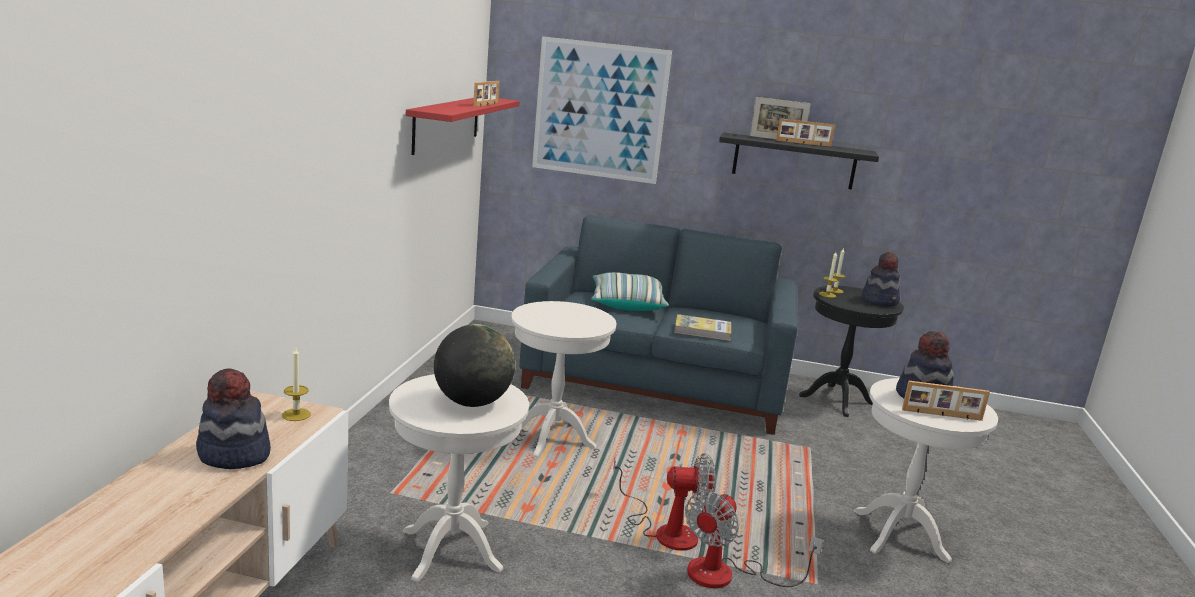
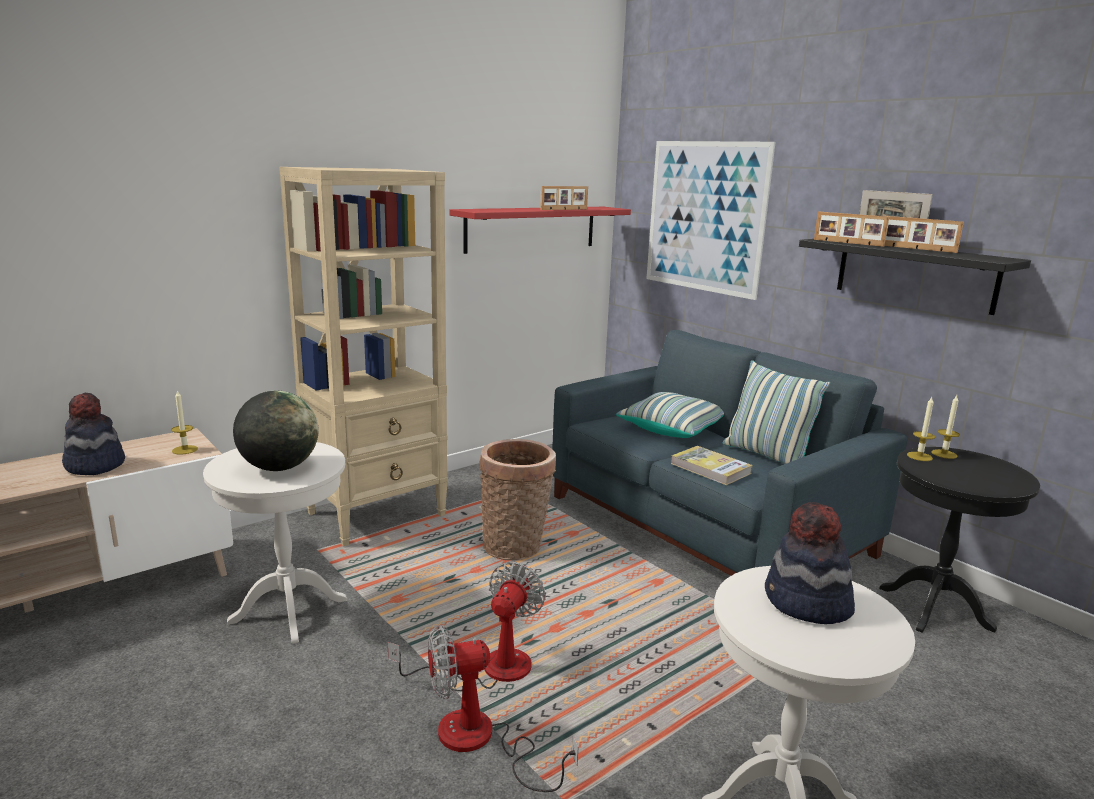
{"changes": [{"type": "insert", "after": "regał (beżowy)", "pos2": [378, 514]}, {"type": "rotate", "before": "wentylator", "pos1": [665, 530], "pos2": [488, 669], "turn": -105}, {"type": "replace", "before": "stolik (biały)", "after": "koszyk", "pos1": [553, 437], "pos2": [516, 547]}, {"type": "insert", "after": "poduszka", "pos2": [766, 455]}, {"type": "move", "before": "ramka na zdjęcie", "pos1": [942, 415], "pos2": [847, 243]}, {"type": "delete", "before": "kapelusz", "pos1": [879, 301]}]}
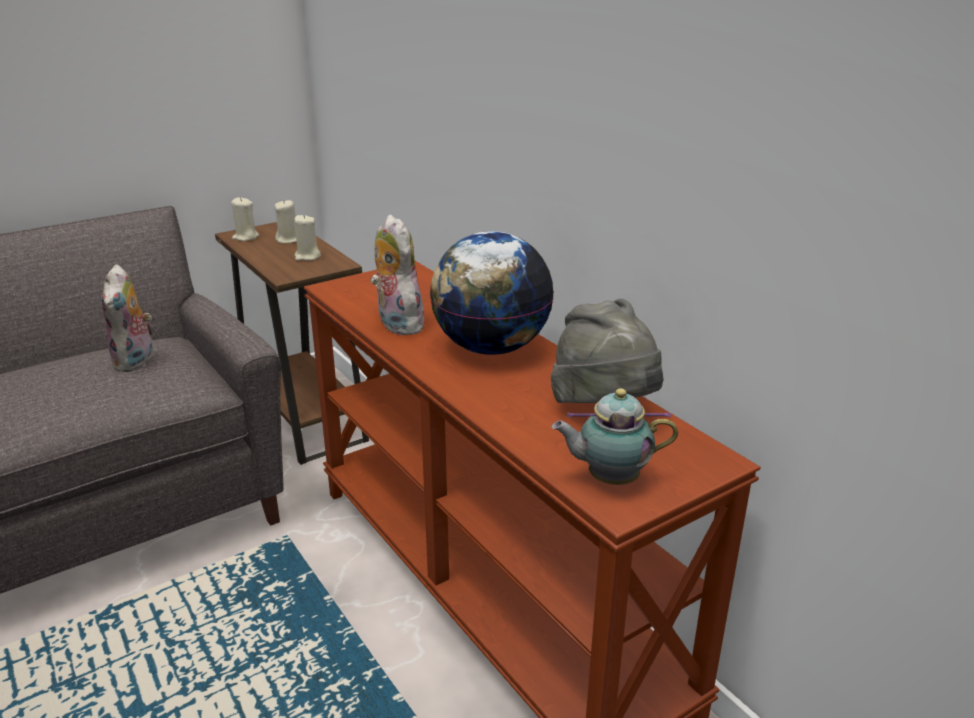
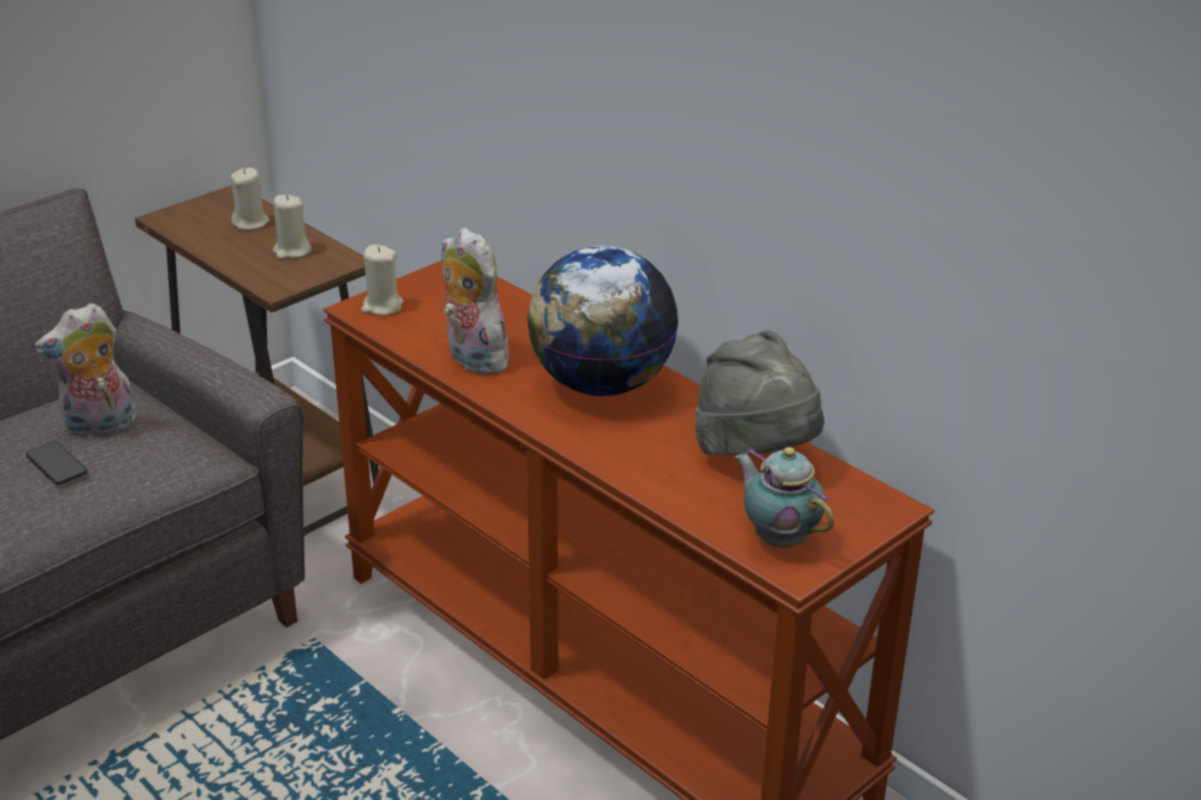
{"changes": [{"type": "insert", "after": "telefon", "pos2": [56, 464]}, {"type": "rotate", "before": "pluszak", "pos1": [136, 362], "pos2": [99, 428], "turn": 75}, {"type": "move", "before": "świeca (beżowy)", "pos1": [245, 237], "pos2": [382, 307]}, {"type": "rotate", "before": "imbryk", "pos1": [609, 479], "pos2": [778, 539], "turn": 60}]}
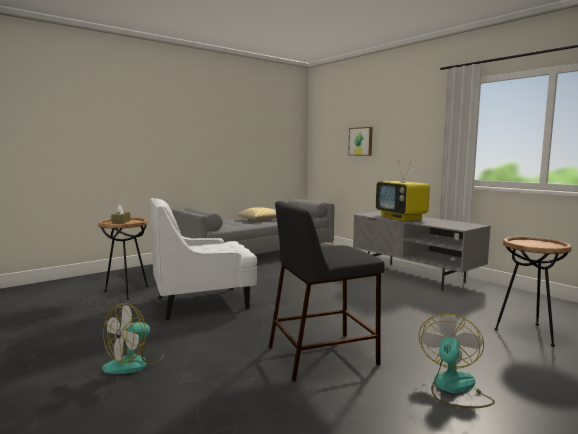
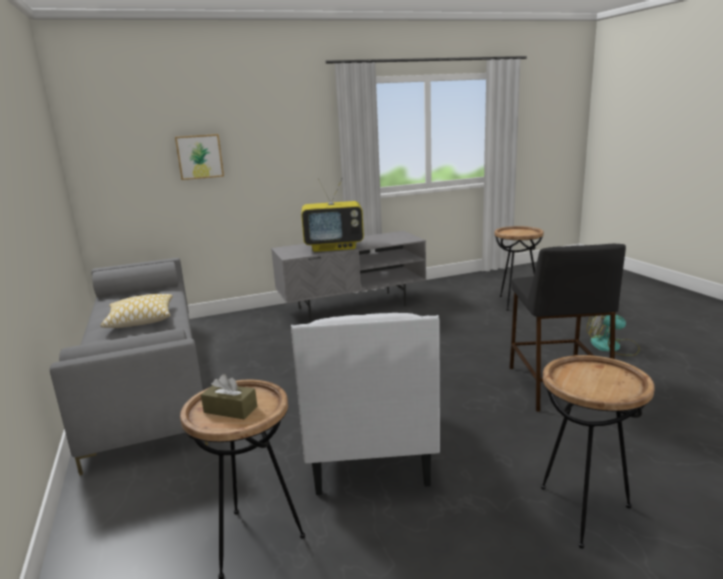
{"changes": [{"type": "replace", "before": "wentylator", "after": "stolik (brązowy)", "pos1": [134, 363], "pos2": [583, 512]}]}
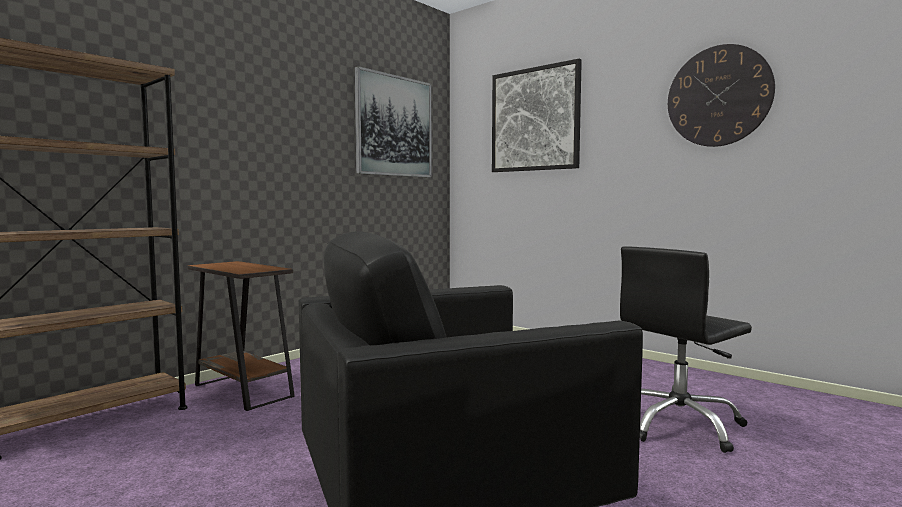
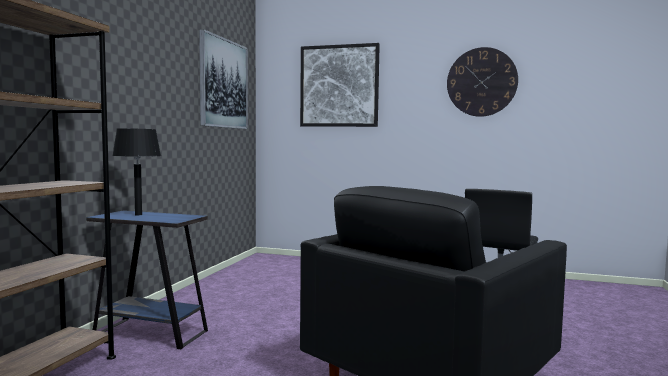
{"changes": [{"type": "recolor", "before": "stolik (brązowy)", "after": "stolik (niebieski)", "pos1": [243, 391], "pos2": [150, 333]}, {"type": "insert", "after": "lampa stołowa (czarny)", "pos2": [138, 214]}]}
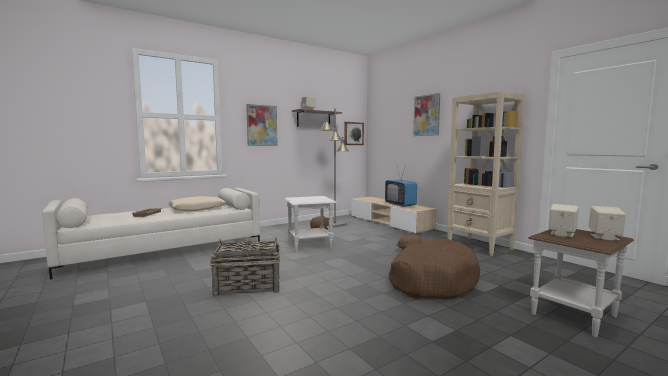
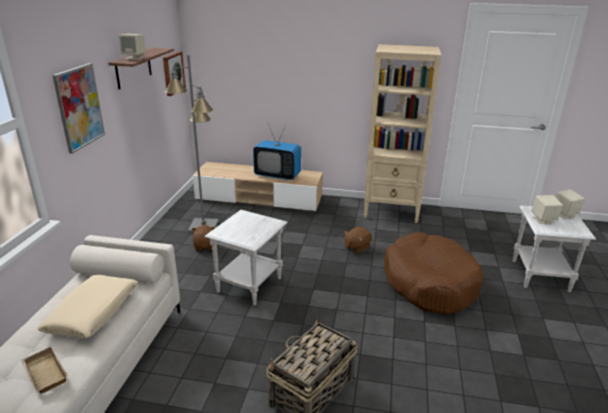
{"changes": [{"type": "recolor", "before": "stolik (brązowy)", "after": "stolik (biały)", "pos1": [573, 315], "pos2": [540, 276]}, {"type": "delete", "before": "obraz", "pos1": [426, 115]}]}
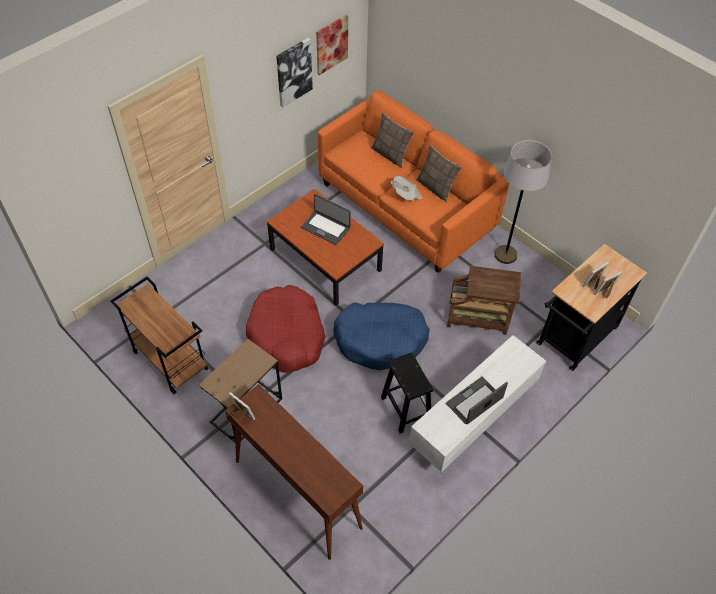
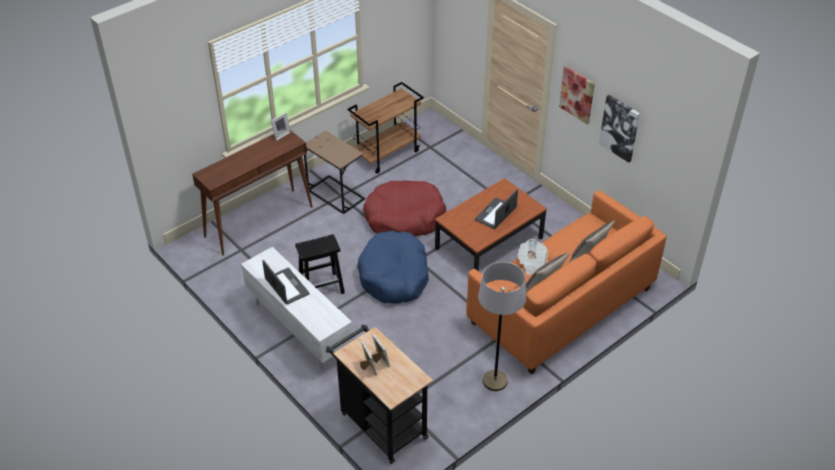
{"changes": [{"type": "move", "before": "obraz", "pos1": [331, 44], "pos2": [577, 94]}, {"type": "delete", "before": "stolik (brązowy)", "pos1": [479, 318]}]}
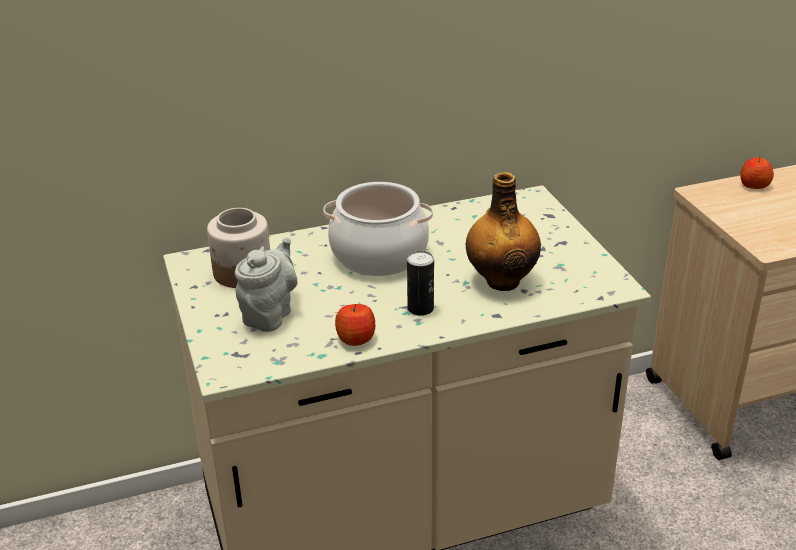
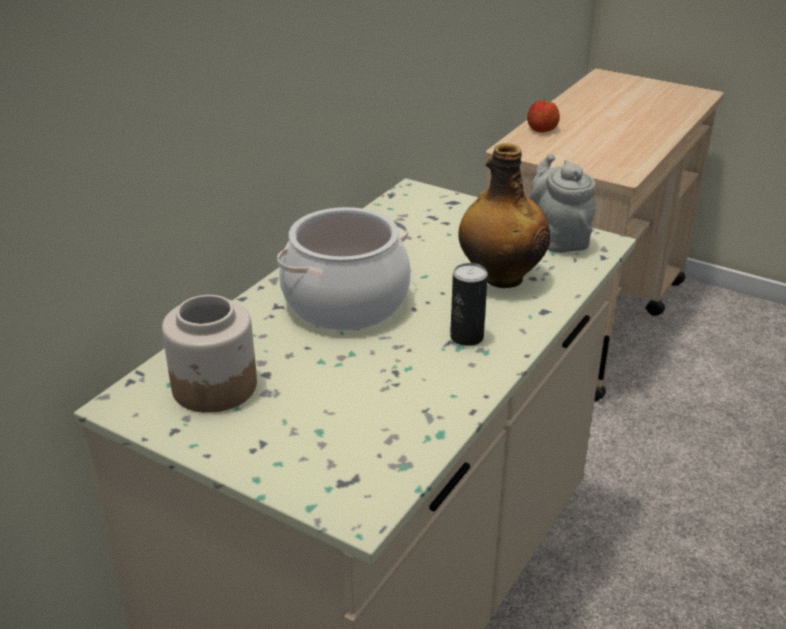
{"changes": [{"type": "move", "before": "imbryk (szary)", "pos1": [269, 314], "pos2": [558, 238]}, {"type": "delete", "before": "jabłko", "pos1": [355, 338]}]}
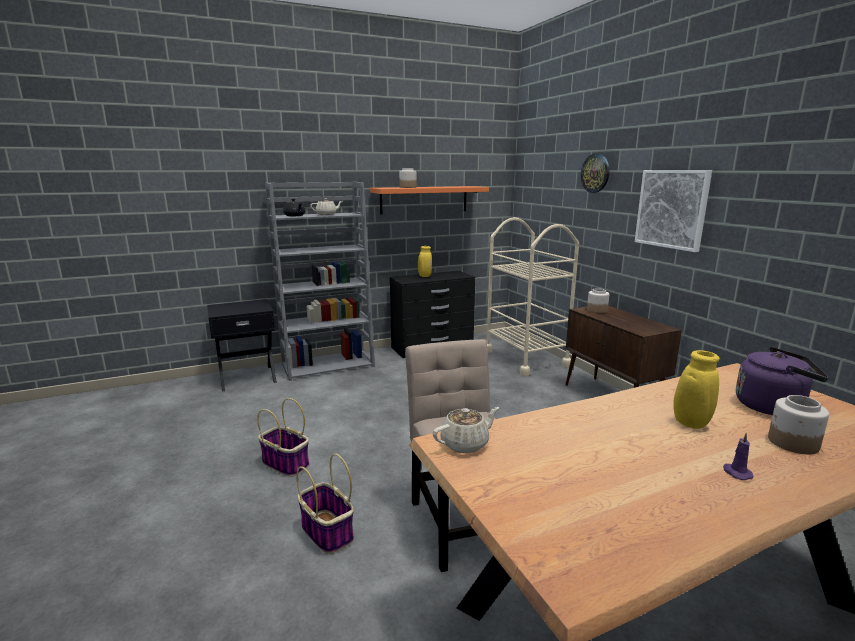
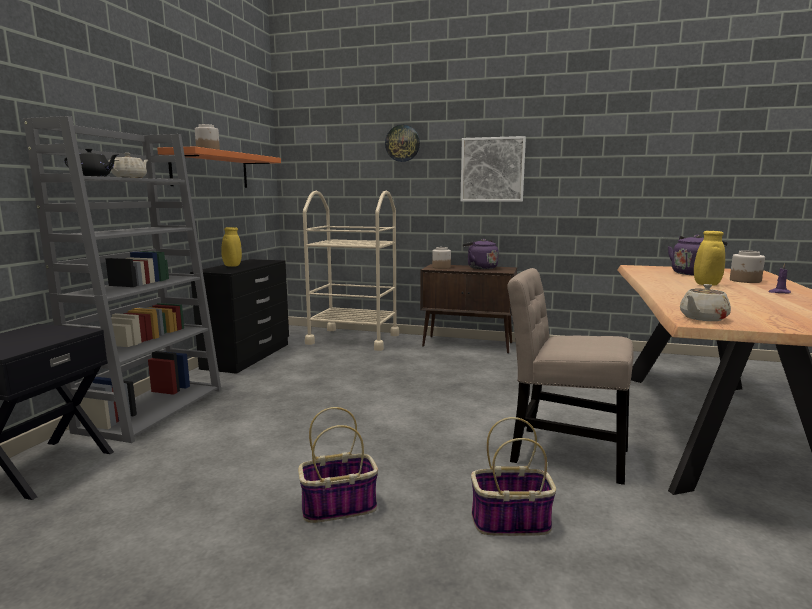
{"changes": [{"type": "insert", "after": "czajnik (fioletowy)", "pos2": [480, 268]}, {"type": "rotate", "before": "imbryk (beżowy)", "pos1": [465, 443], "pos2": [702, 318], "turn": -135}]}
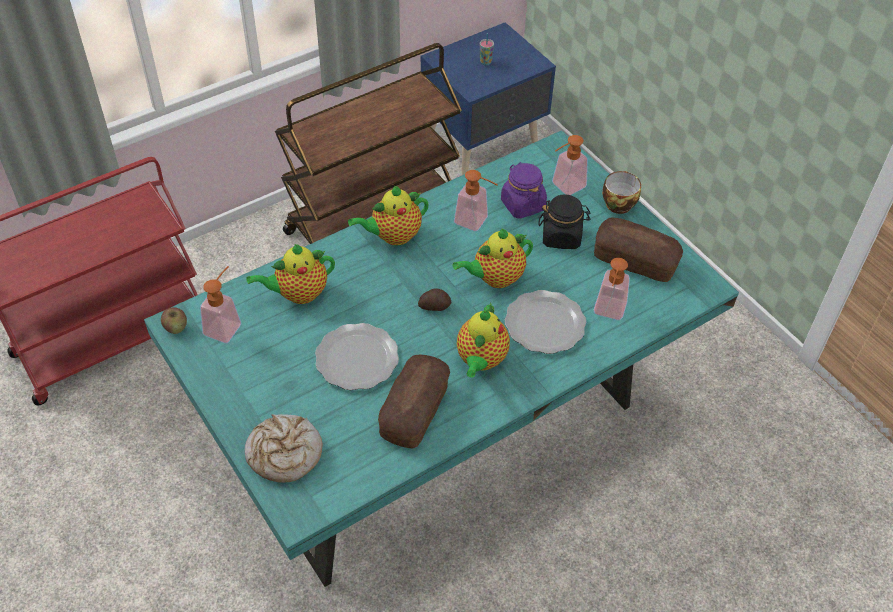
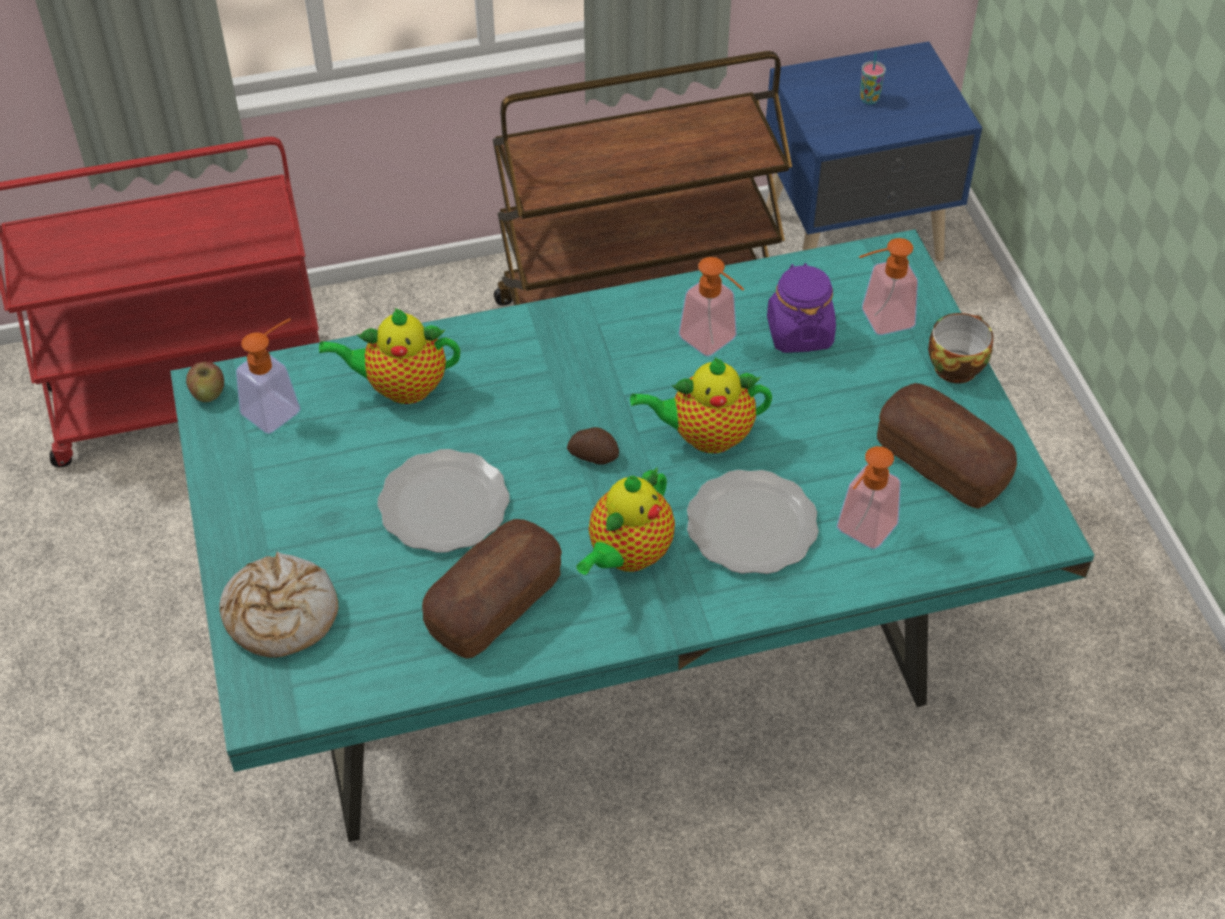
{"changes": [{"type": "delete", "before": "imbryk", "pos1": [393, 236]}, {"type": "delete", "before": "słoik (czarny)", "pos1": [561, 237]}]}
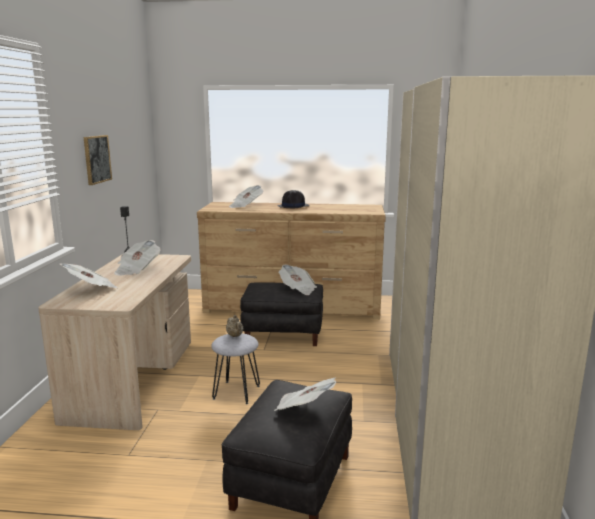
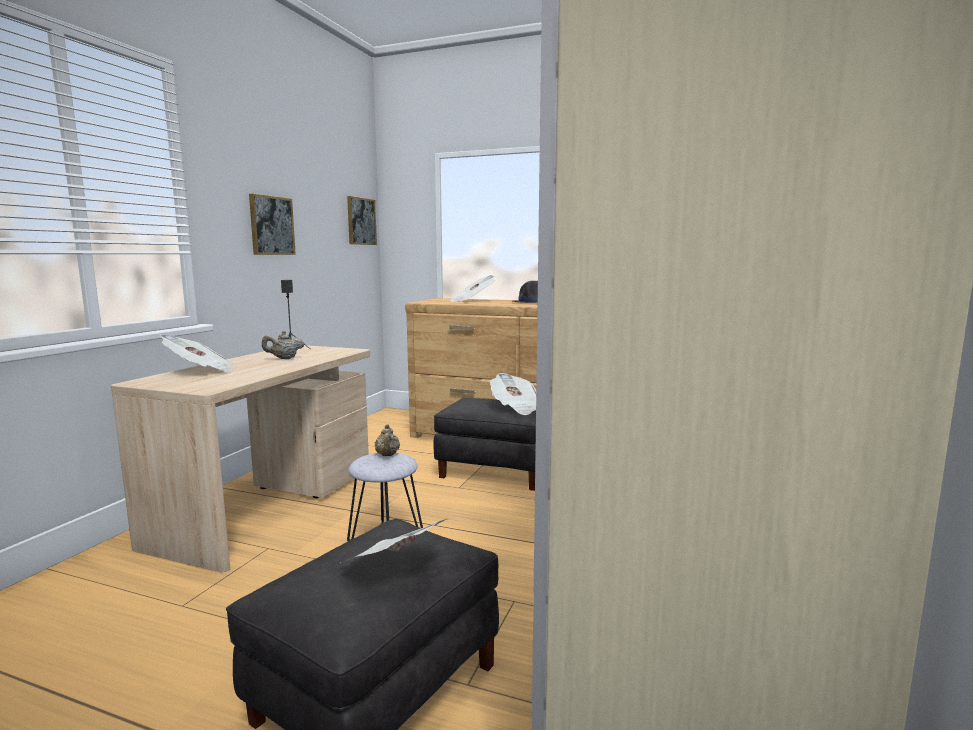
{"changes": [{"type": "replace", "before": "gazeta", "after": "imbryk (beżowy)", "pos1": [137, 270], "pos2": [284, 358]}, {"type": "insert", "after": "obraz", "pos2": [361, 221]}]}
